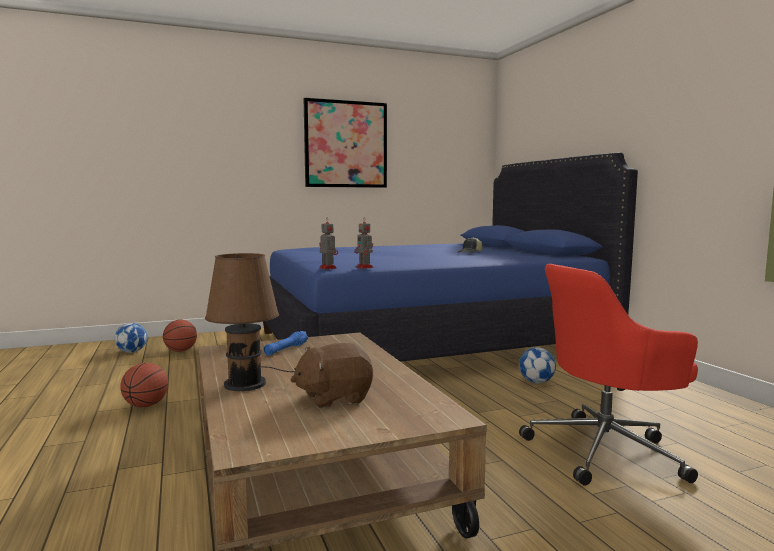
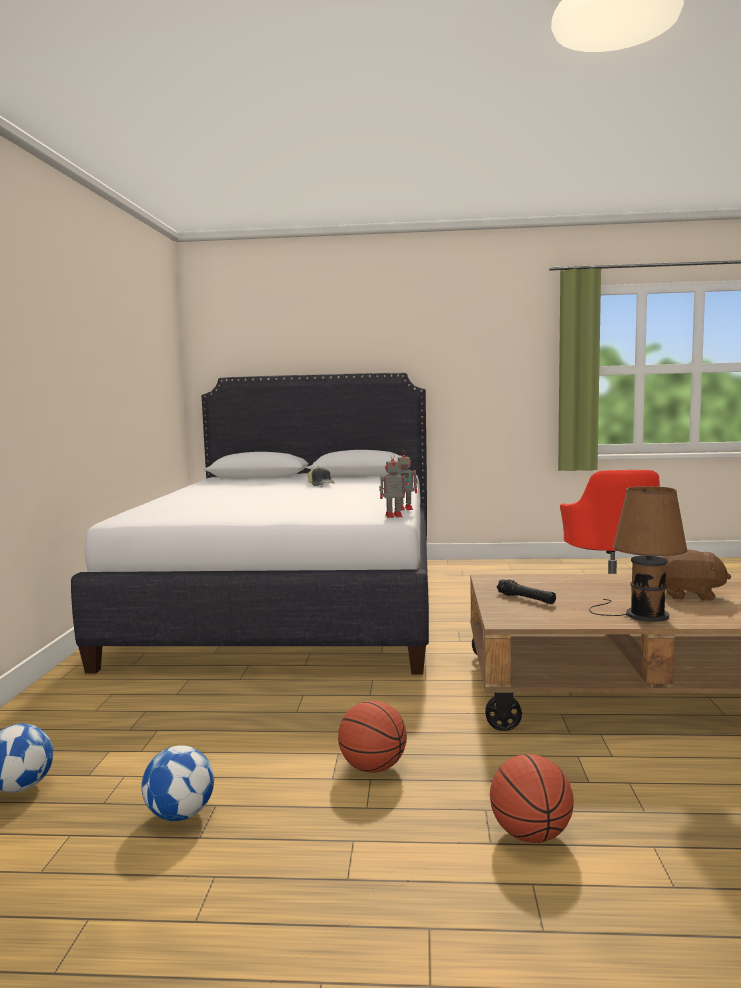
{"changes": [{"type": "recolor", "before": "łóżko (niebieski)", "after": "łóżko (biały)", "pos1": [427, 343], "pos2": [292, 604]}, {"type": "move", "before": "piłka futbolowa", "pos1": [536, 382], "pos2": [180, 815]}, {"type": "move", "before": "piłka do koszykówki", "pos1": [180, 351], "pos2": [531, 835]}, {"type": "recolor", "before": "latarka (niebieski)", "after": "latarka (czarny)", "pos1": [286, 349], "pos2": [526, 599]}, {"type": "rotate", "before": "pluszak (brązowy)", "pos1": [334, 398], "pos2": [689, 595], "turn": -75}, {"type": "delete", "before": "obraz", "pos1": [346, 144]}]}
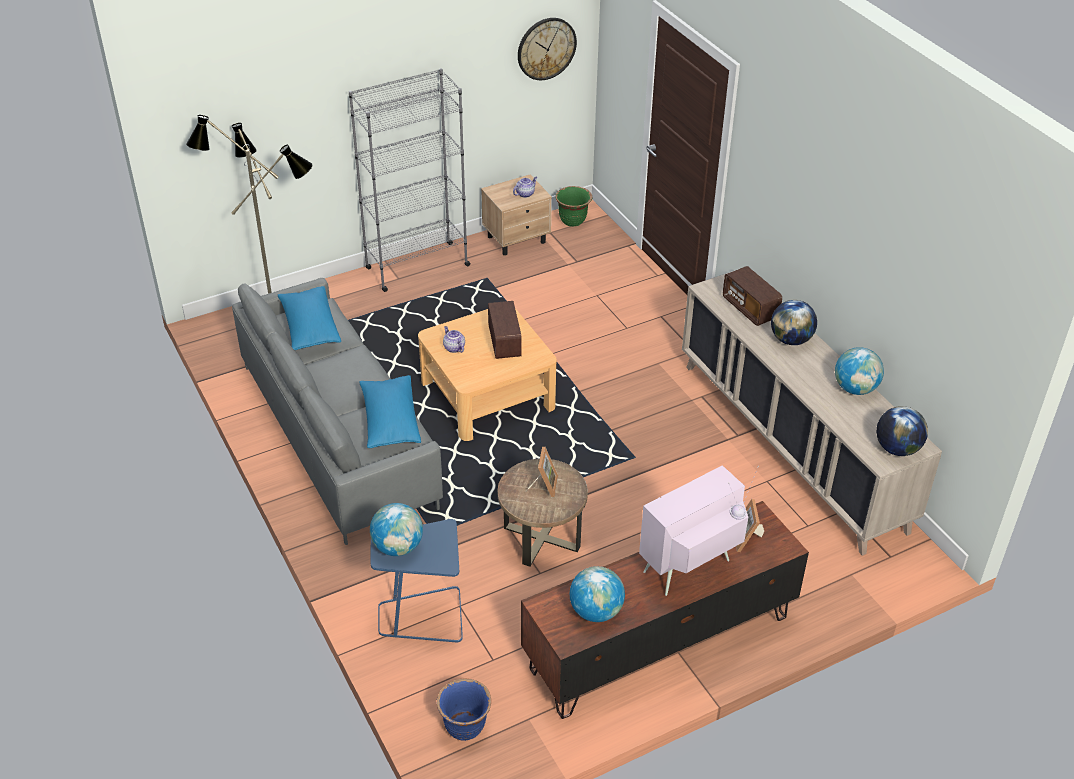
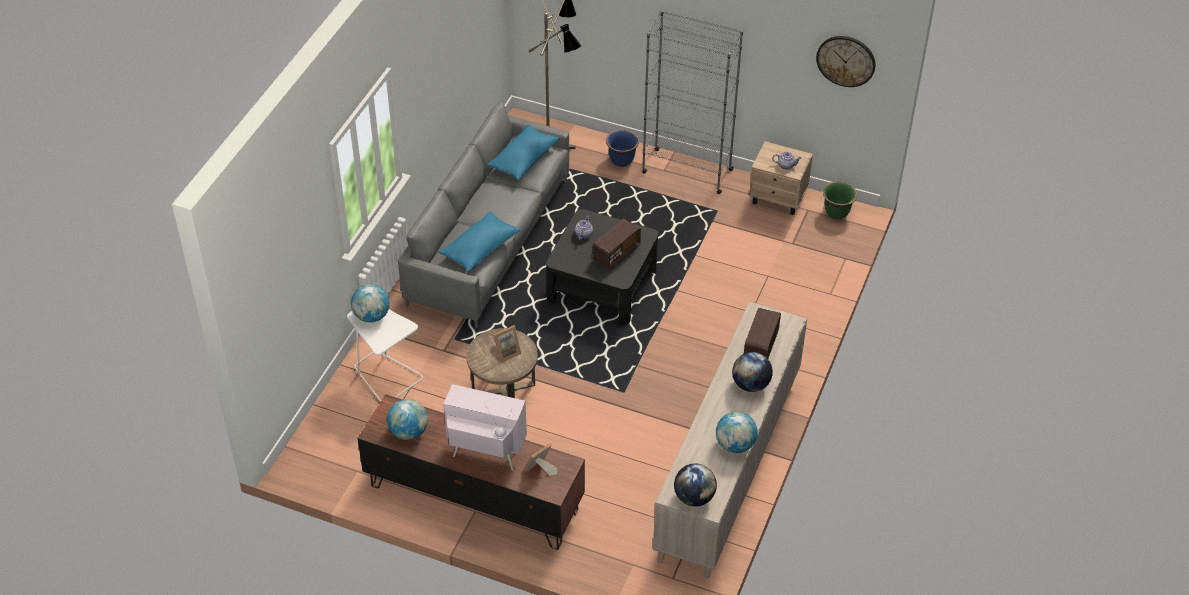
{"changes": [{"type": "recolor", "before": "stolik (niebieski)", "after": "stolik (biały)", "pos1": [422, 617], "pos2": [386, 376]}, {"type": "recolor", "before": "ława (beżowy)", "after": "ława (czarny)", "pos1": [486, 394], "pos2": [601, 285]}, {"type": "move", "before": "donica (niebieski)", "pos1": [465, 727], "pos2": [621, 160]}]}
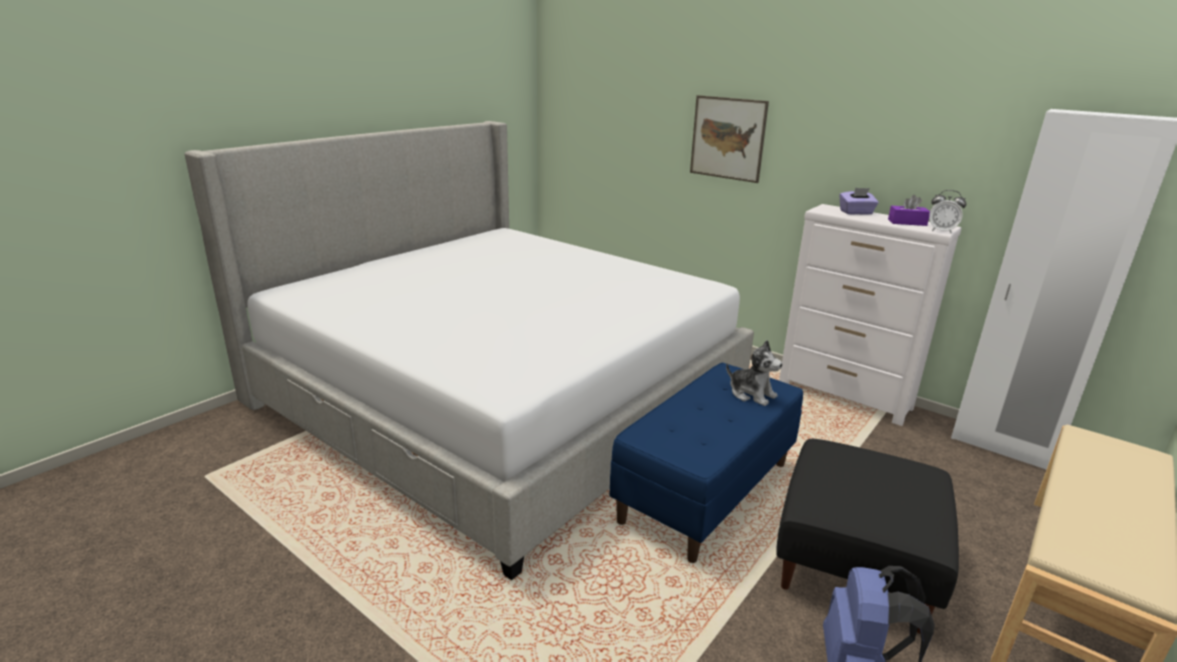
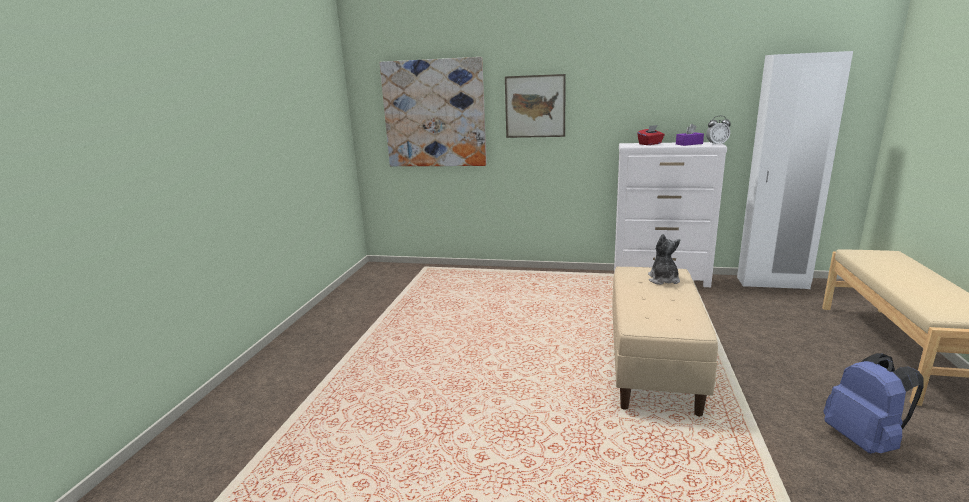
{"changes": [{"type": "insert", "after": "obraz", "pos2": [434, 114]}, {"type": "recolor", "before": "ławka (niebieski)", "after": "ławka (beżowy)", "pos1": [705, 491], "pos2": [652, 365]}, {"type": "recolor", "before": "pudełko chusteczek (fioletowy)", "after": "pudełko chusteczek (czerwony)", "pos1": [856, 212], "pos2": [650, 144]}, {"type": "rotate", "before": "pluszak", "pos1": [751, 394], "pos2": [663, 280], "turn": -105}, {"type": "delete", "before": "łóżko", "pos1": [500, 397]}, {"type": "delete", "before": "pufa (czarny)", "pos1": [856, 563]}]}
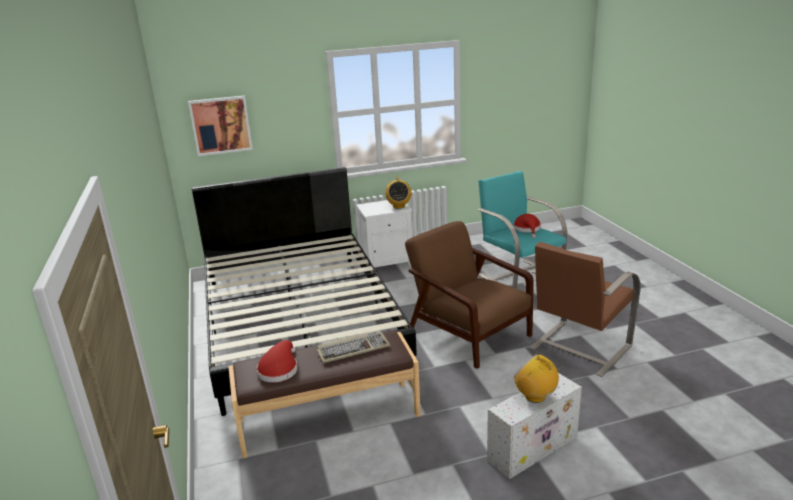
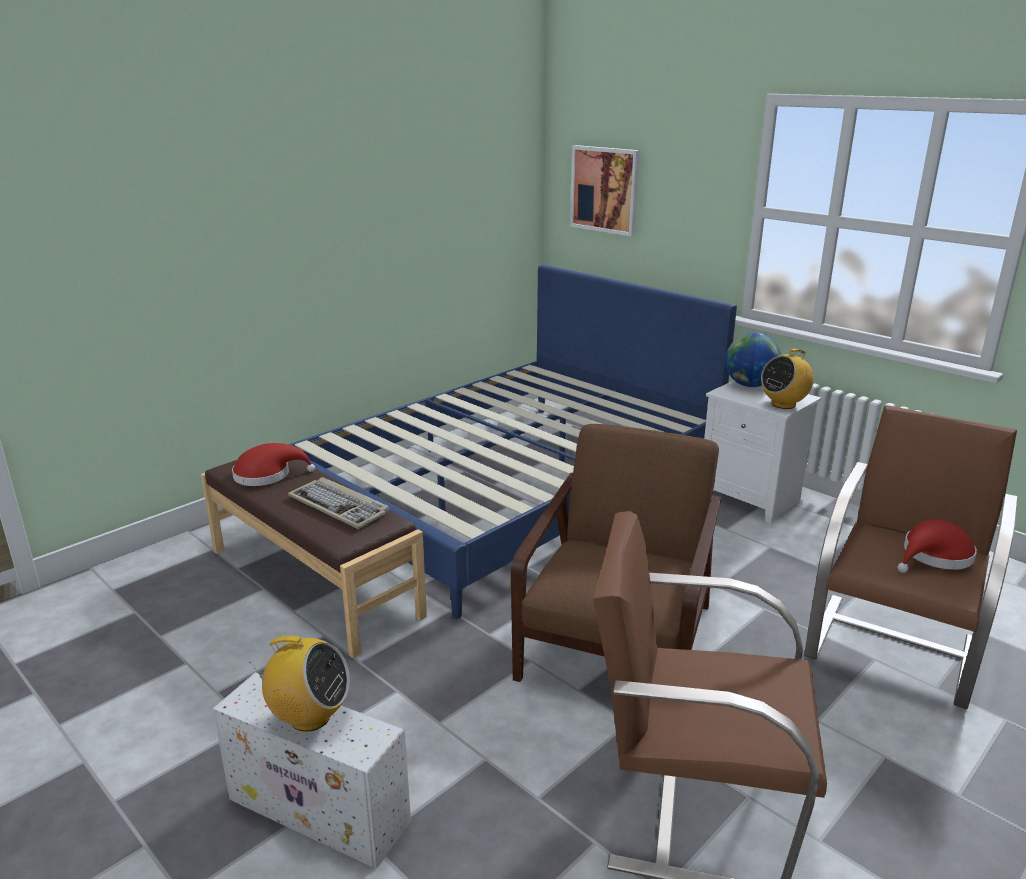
{"changes": [{"type": "rotate", "before": "radio", "pos1": [535, 396], "pos2": [309, 717], "turn": 90}, {"type": "recolor", "before": "łóżko (czarny)", "after": "łóżko (niebieski)", "pos1": [300, 323], "pos2": [511, 490]}, {"type": "insert", "after": "globus", "pos2": [749, 385]}, {"type": "recolor", "before": "fotel (turkusowy)", "after": "fotel (brązowy)", "pos1": [519, 276], "pos2": [893, 647]}]}
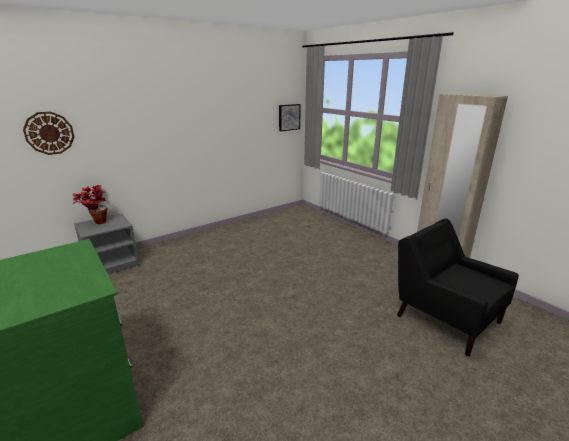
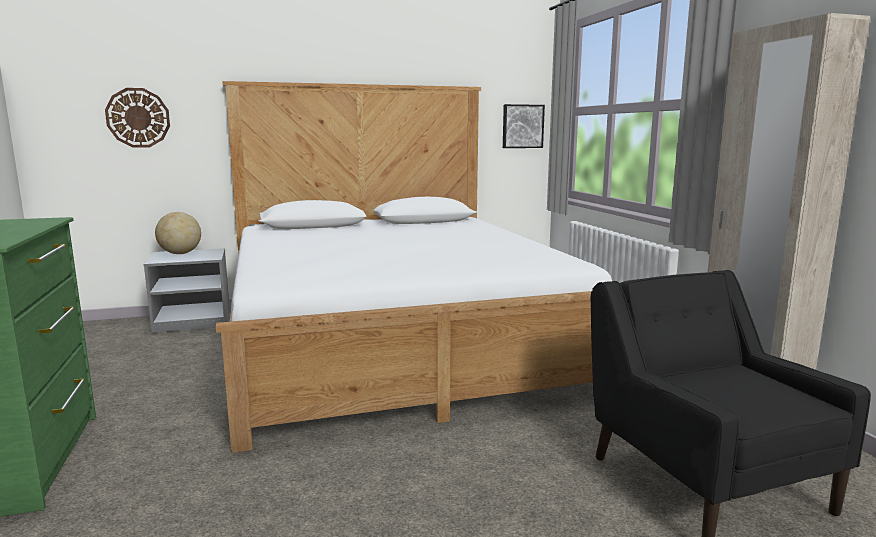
{"changes": [{"type": "replace", "before": "roślina doniczkowa", "after": "globus", "pos1": [96, 223], "pos2": [180, 253]}, {"type": "insert", "after": "łóżko", "pos2": [393, 344]}]}
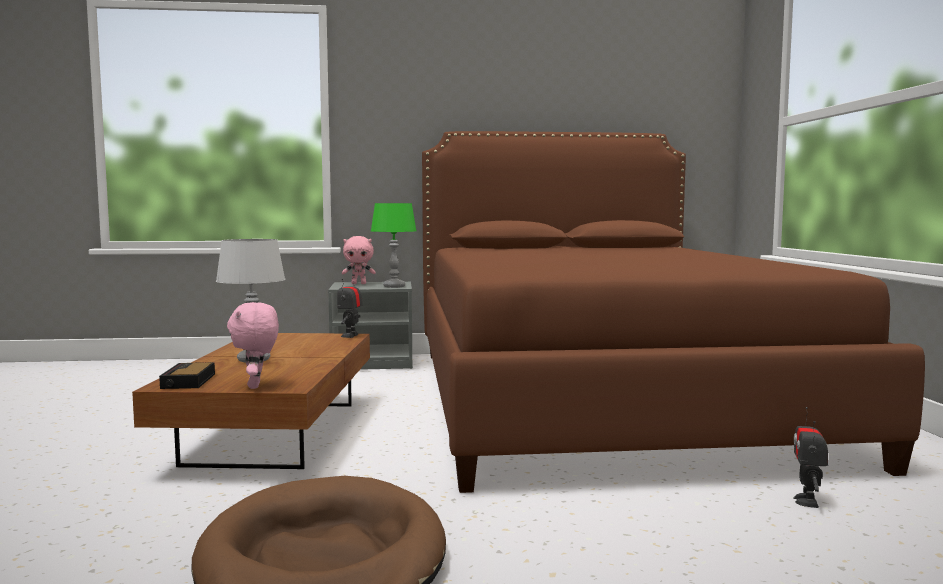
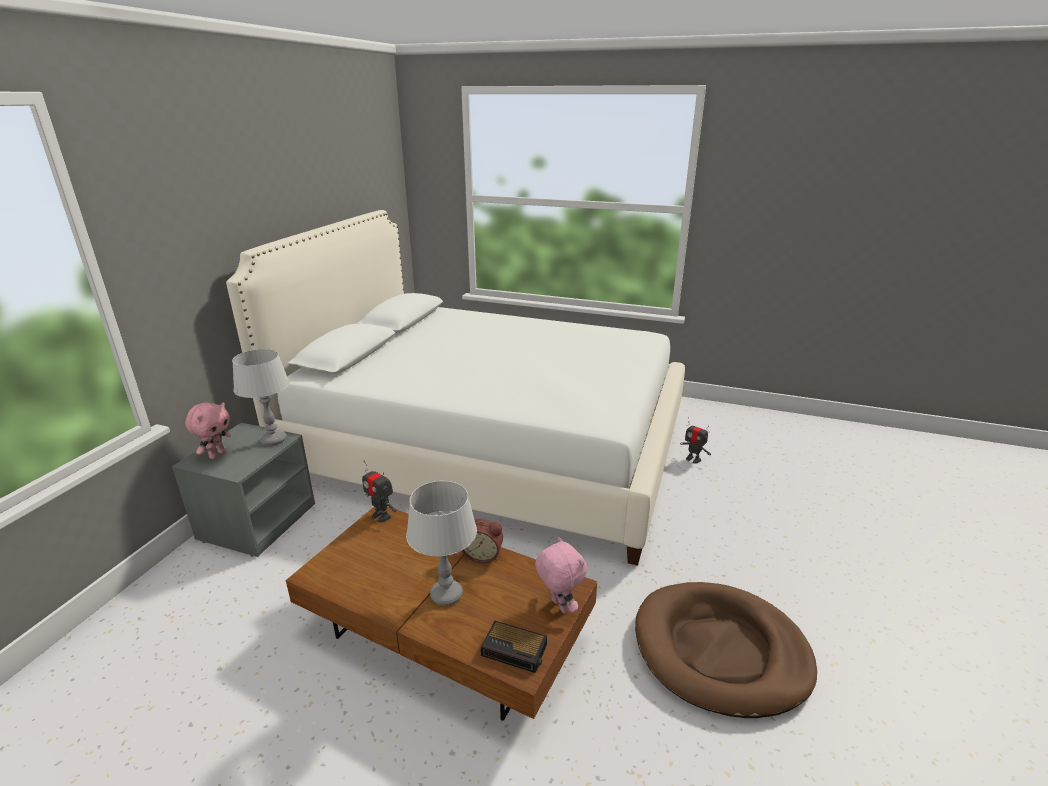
{"changes": [{"type": "recolor", "before": "łóżko (brązowy)", "after": "łóżko (biały)", "pos1": [600, 398], "pos2": [491, 448]}, {"type": "recolor", "before": "lampa stołowa (zielony)", "after": "lampa stołowa (szary)", "pos1": [394, 286], "pos2": [274, 440]}, {"type": "insert", "after": "budzik", "pos2": [482, 554]}, {"type": "rotate", "before": "pluszak (różowy)", "pos1": [256, 386], "pos2": [558, 606], "turn": -135}]}
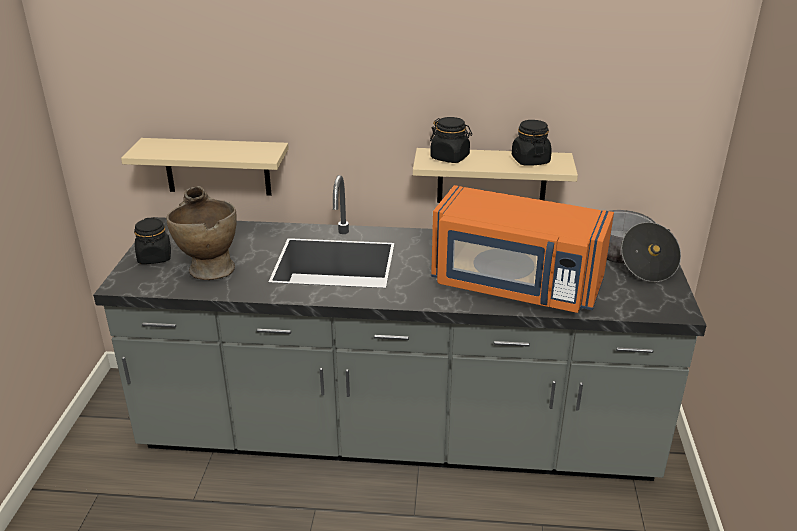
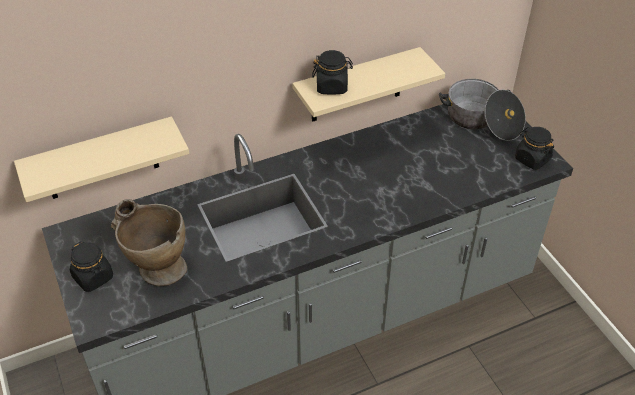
{"changes": [{"type": "move", "before": "słoik (czarny)", "pos1": [530, 160], "pos2": [532, 159]}, {"type": "delete", "before": "mikrofalówka (pomarańczowy)", "pos1": [515, 286]}]}
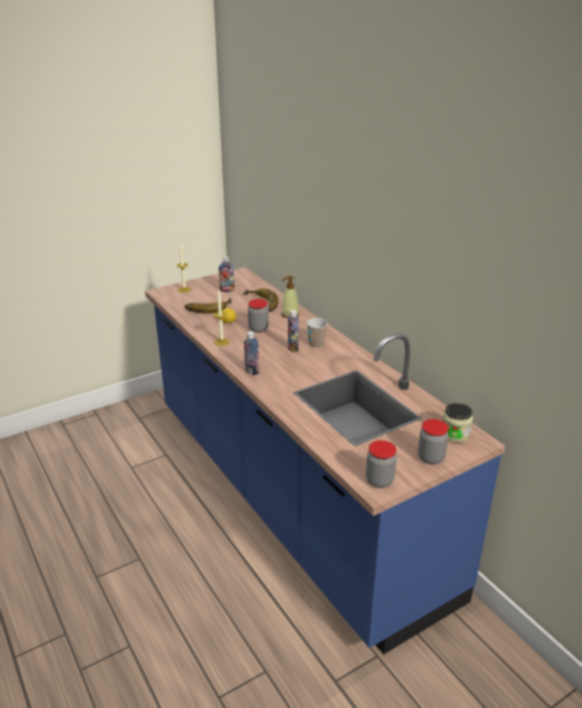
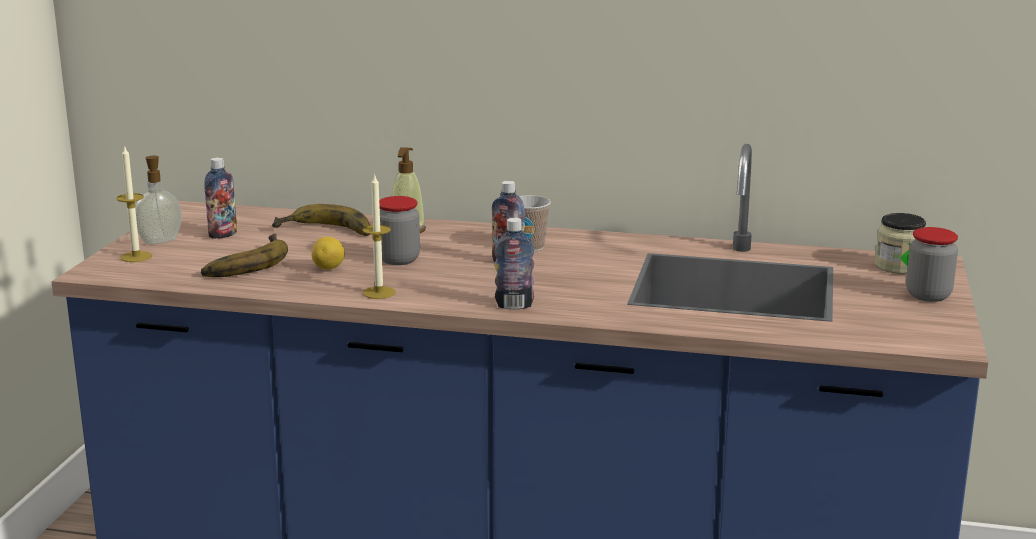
{"changes": [{"type": "insert", "after": "dozownik mydła", "pos2": [159, 240]}, {"type": "delete", "before": "słoik", "pos1": [379, 480]}]}
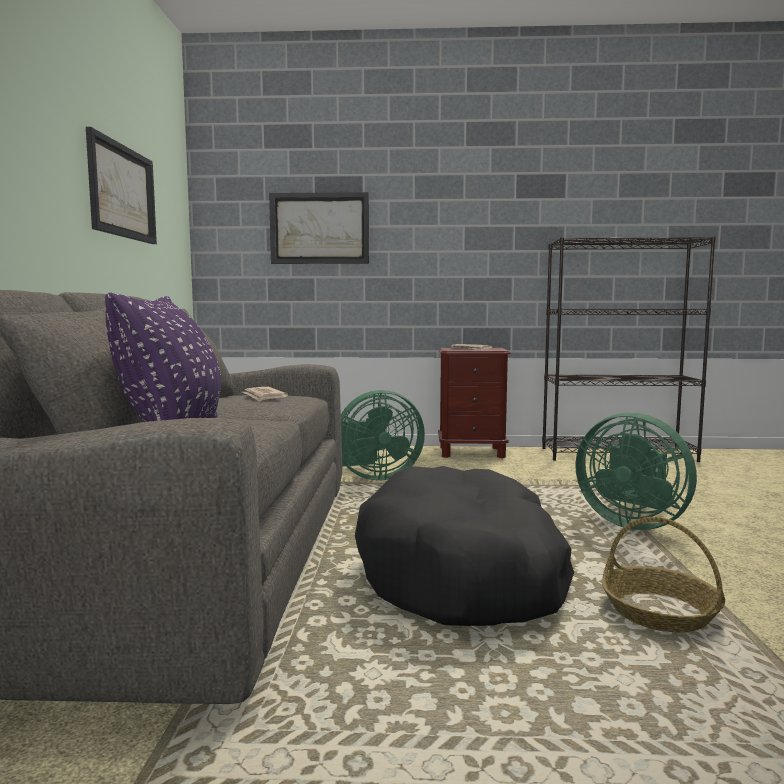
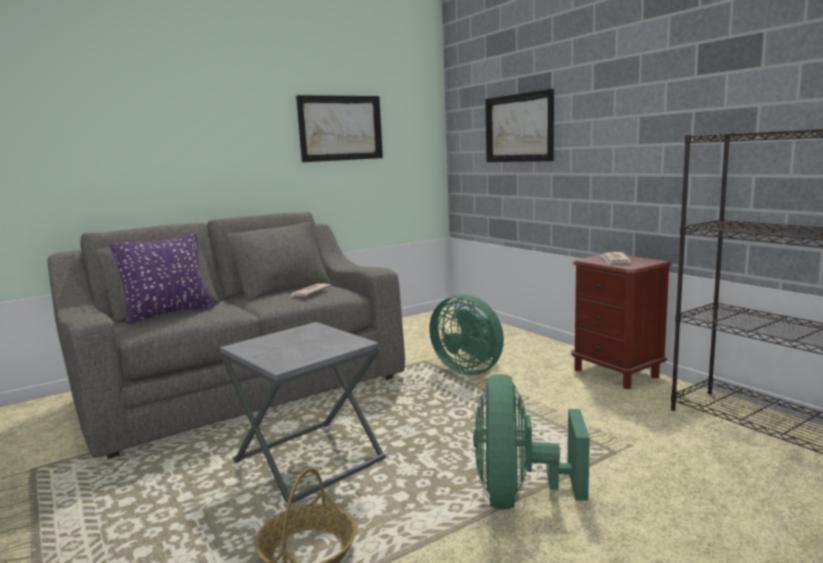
{"changes": [{"type": "replace", "before": "legowisko (czarny)", "after": "stolik (szary)", "pos1": [463, 572], "pos2": [309, 460]}]}
